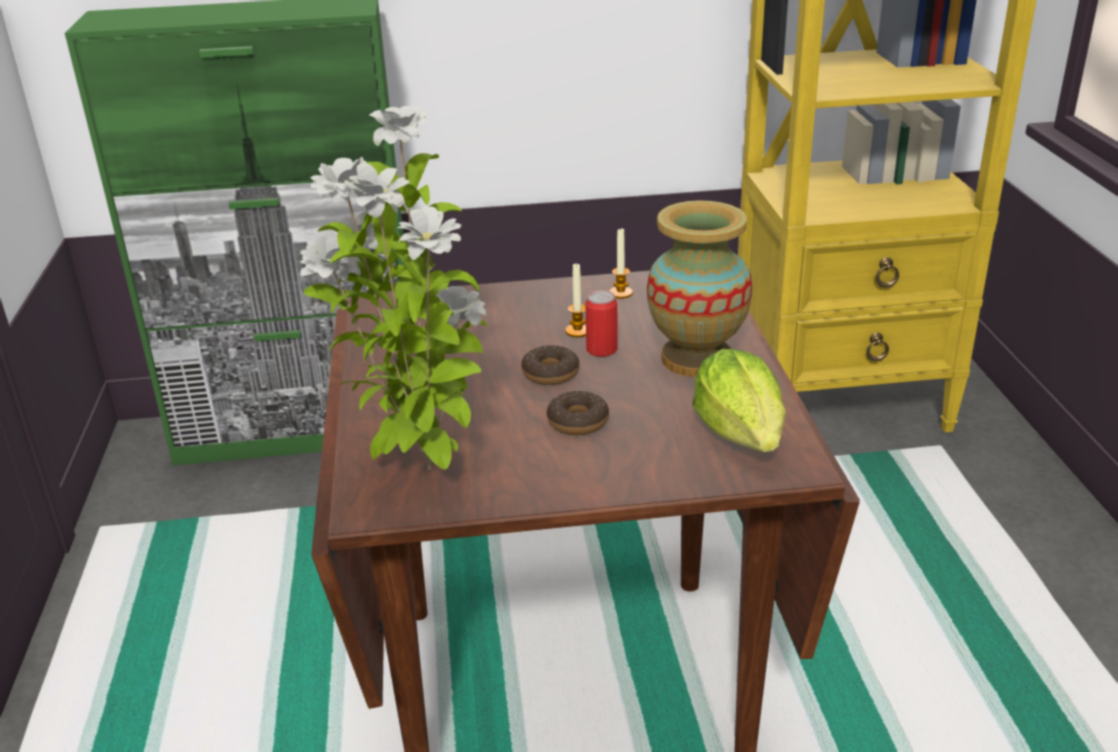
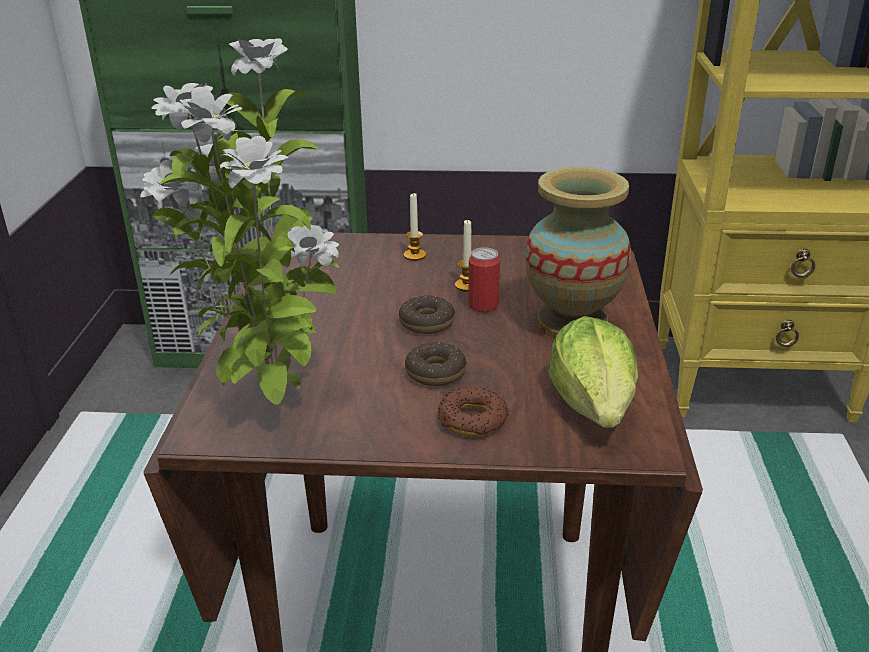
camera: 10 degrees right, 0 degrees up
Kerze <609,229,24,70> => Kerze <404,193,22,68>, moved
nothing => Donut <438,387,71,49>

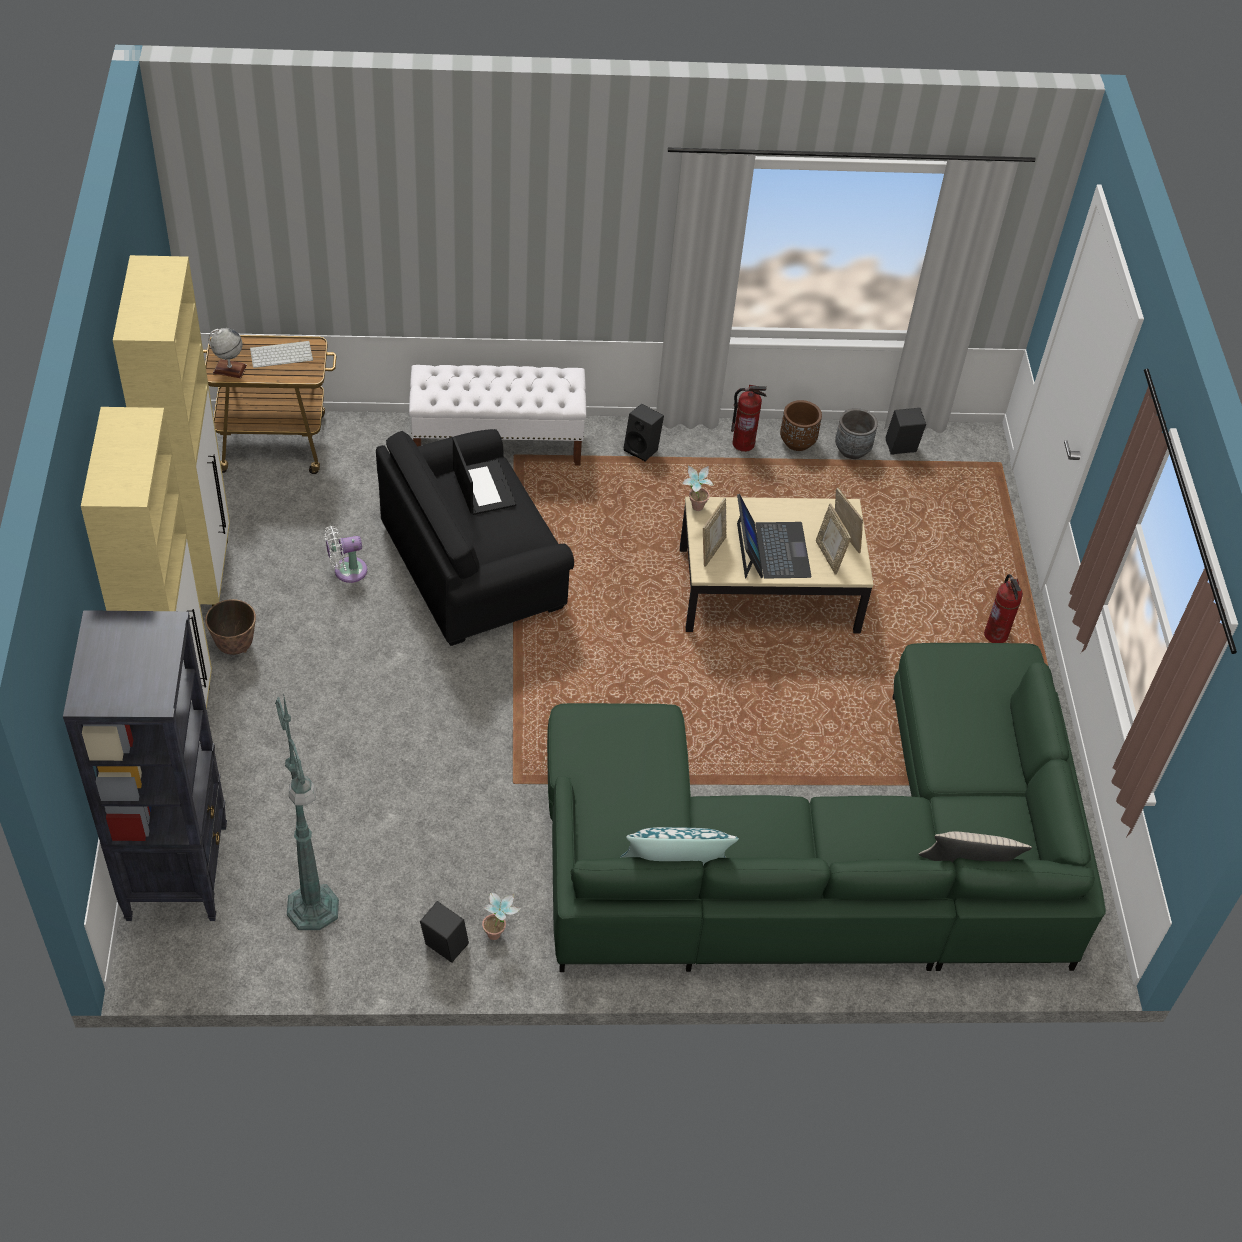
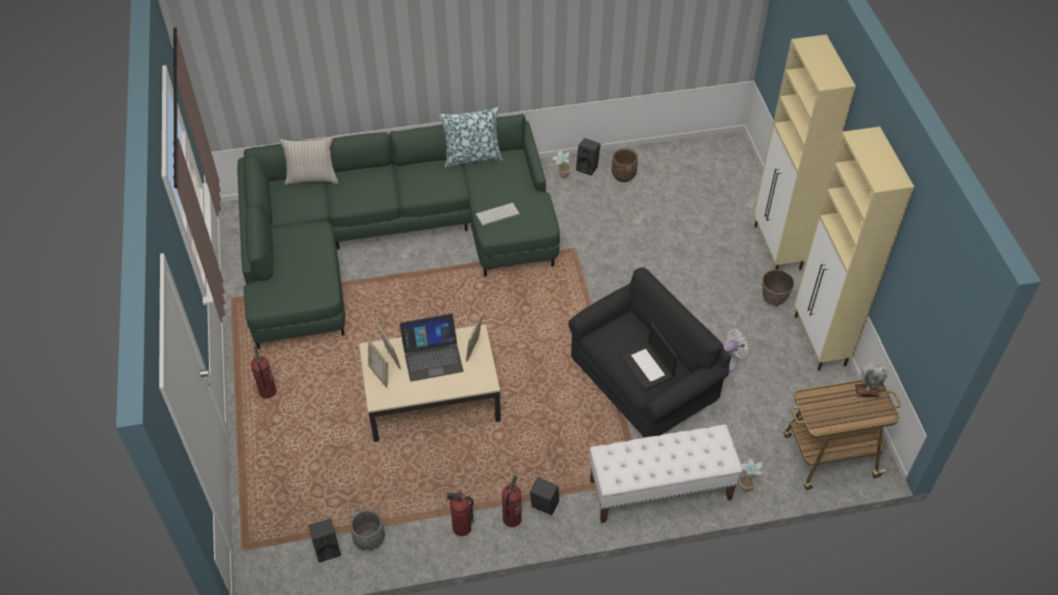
camera: 175 degrees right, 0 degrees up
Bücherregal [schwarz] <63,610,164,311> => nothing
Tastatur <250,341,63,27> => Tastatur <476,203,44,23>, moved
Stehlampe [grün] <275,692,64,238> => nothing
Topfpflanze <683,465,31,46> => Topfpflanze <739,457,23,35>, moved
Laptop <737,494,75,85> => Laptop <400,313,63,69>, 90 degrees counterclockwise
Pflanzkübel [braun] <780,400,42,51> => Pflanzkübel [braun] <612,149,26,33>, moved
nothing => Feuerlöscher <502,475,20,52>

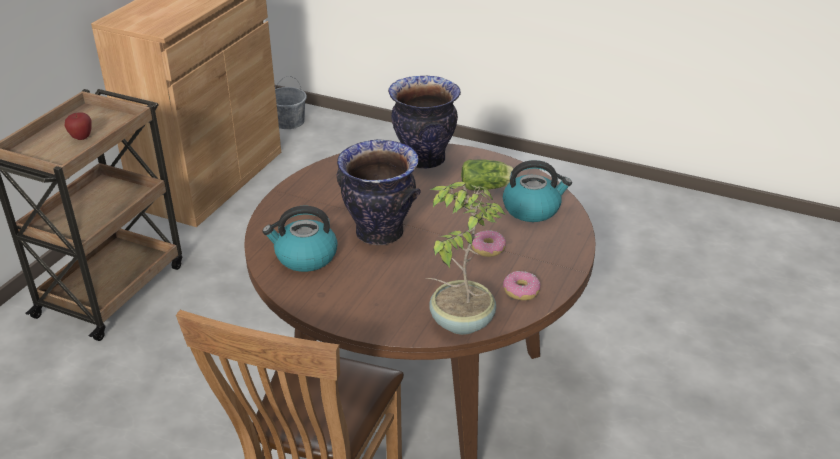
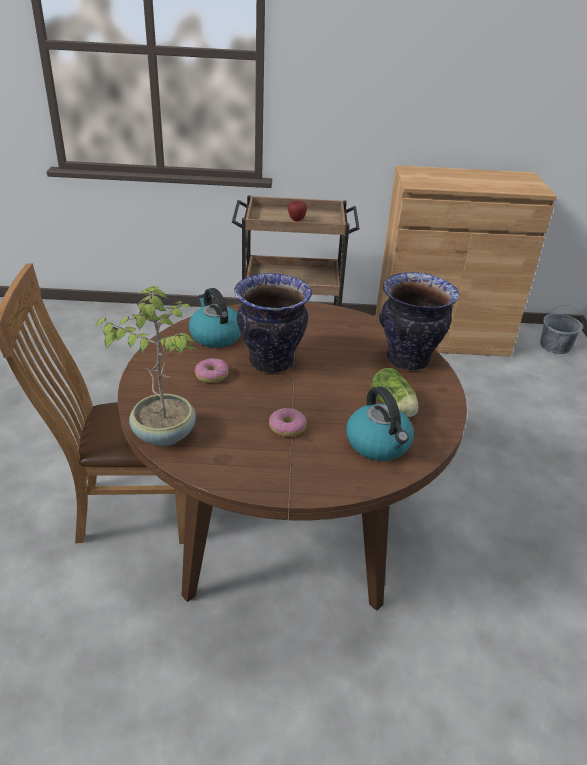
camera: 65 degrees right, 0 degrees up
Donut <503,271,38,30> => Donut <195,358,33,25>, moved

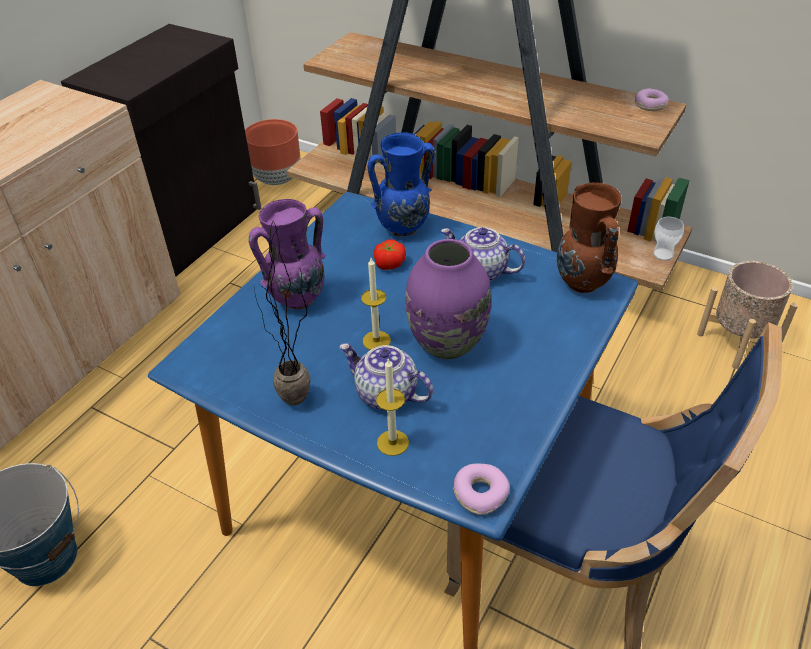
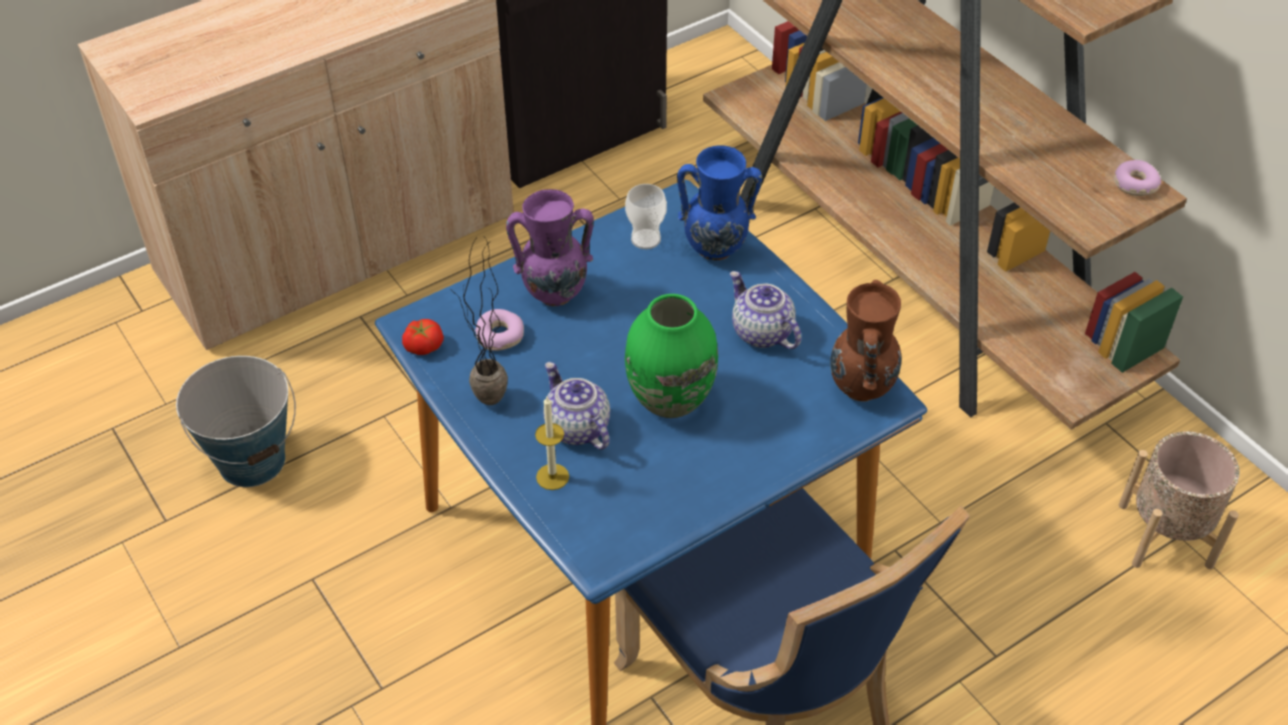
camera: 25 degrees right, 5 degrees up
Pflanzkübel [braun] <245,119,55,66> => nothing
Kerze <361,258,30,92> => nothing
Tomate <374,240,32,30> => Tomate <402,319,42,36>, moved
Vase [lila] <405,239,86,120> => Vase [grün] <625,294,93,124>
Donut <453,464,57,51> => Donut <475,309,49,42>, moved
Tasse <653,217,31,44> => Tasse <625,184,42,65>, moved

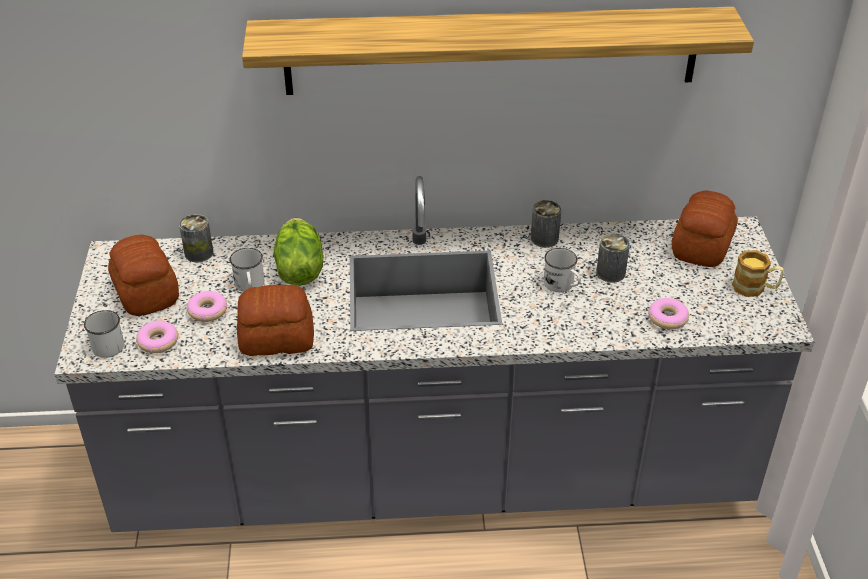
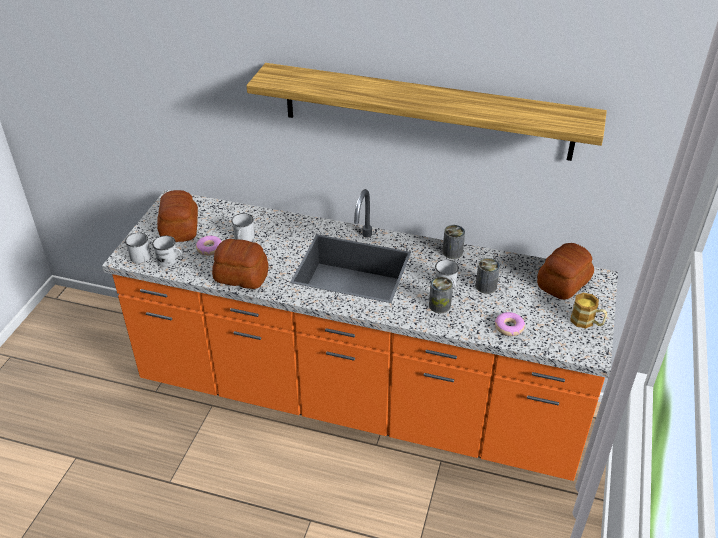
camera: 20 degrees right, 0 degrees up
Küchenzeile [grau] <55,176,759,356> => Küchenzeile [orange] <102,189,516,292>
Donut <136,321,42,32> => Henkelbecher [weiß] <152,236,30,30>
Dose <179,214,35,48> => Dose <429,277,24,36>, moved
Salatkopf <274,218,49,68> => nothing

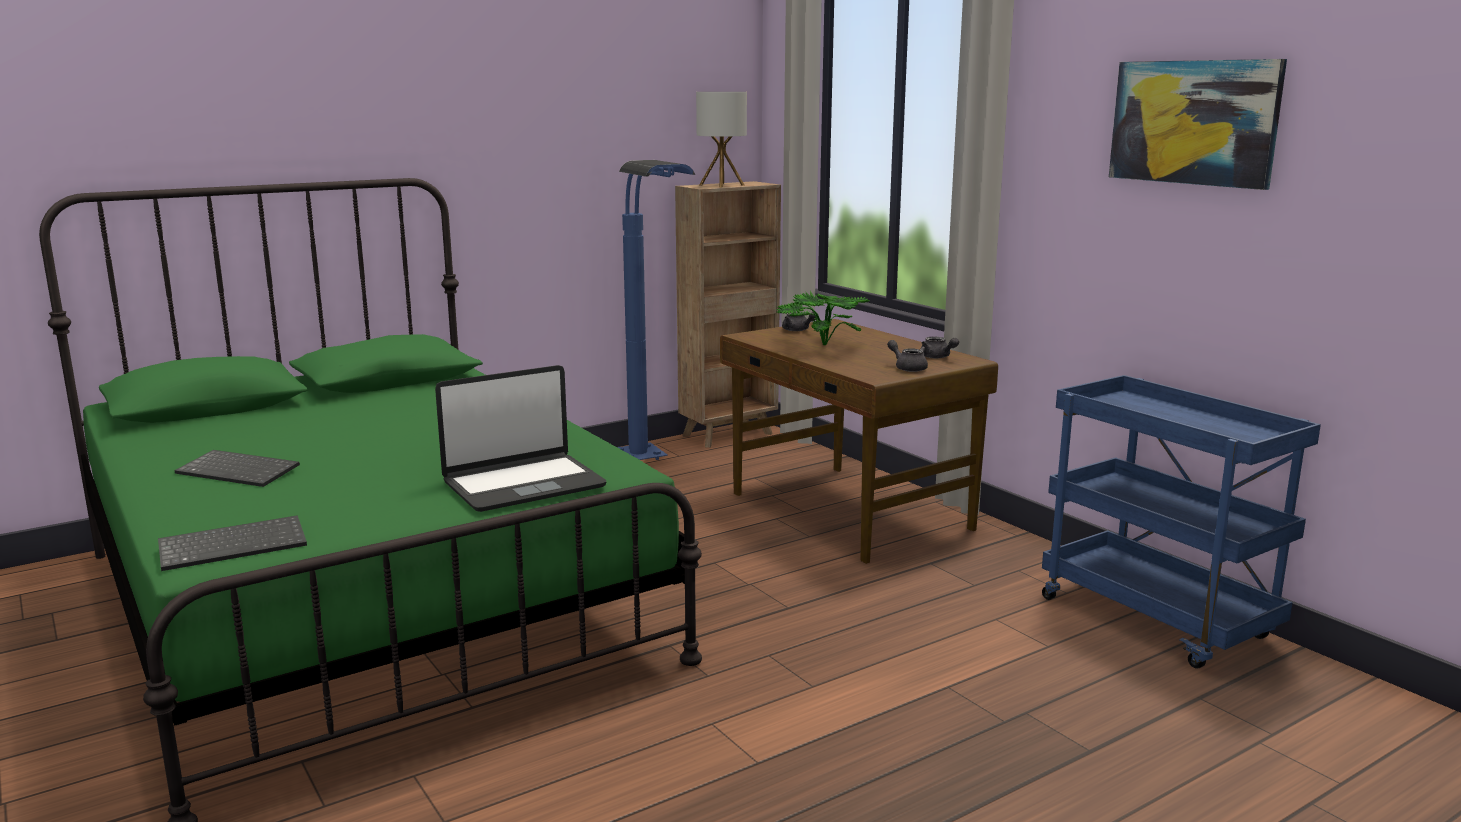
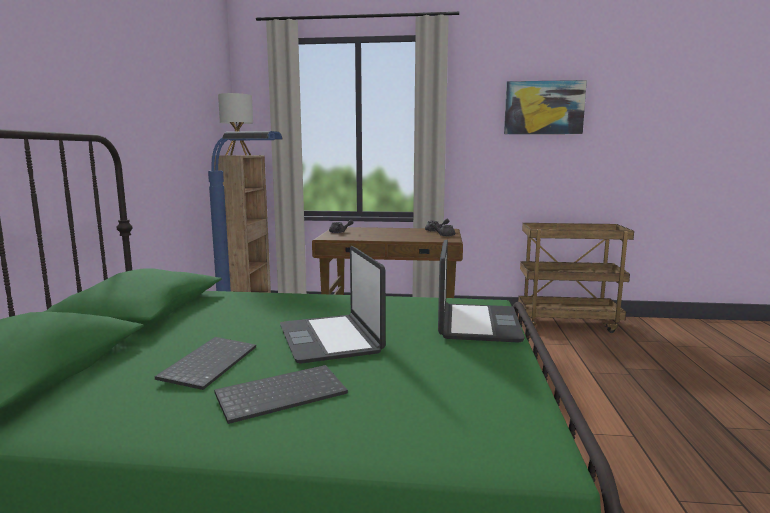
camera: 50 degrees left, 5 degrees down
Tastatur <158,515,149,56> => Tastatur <155,337,101,53>, moved
Topfpflanze <777,291,93,54> => nothing
Rollwagen [blau] <1042,375,279,294> => Rollwagen [braun] <518,223,116,110>
nothing => Laptop <280,246,106,118>

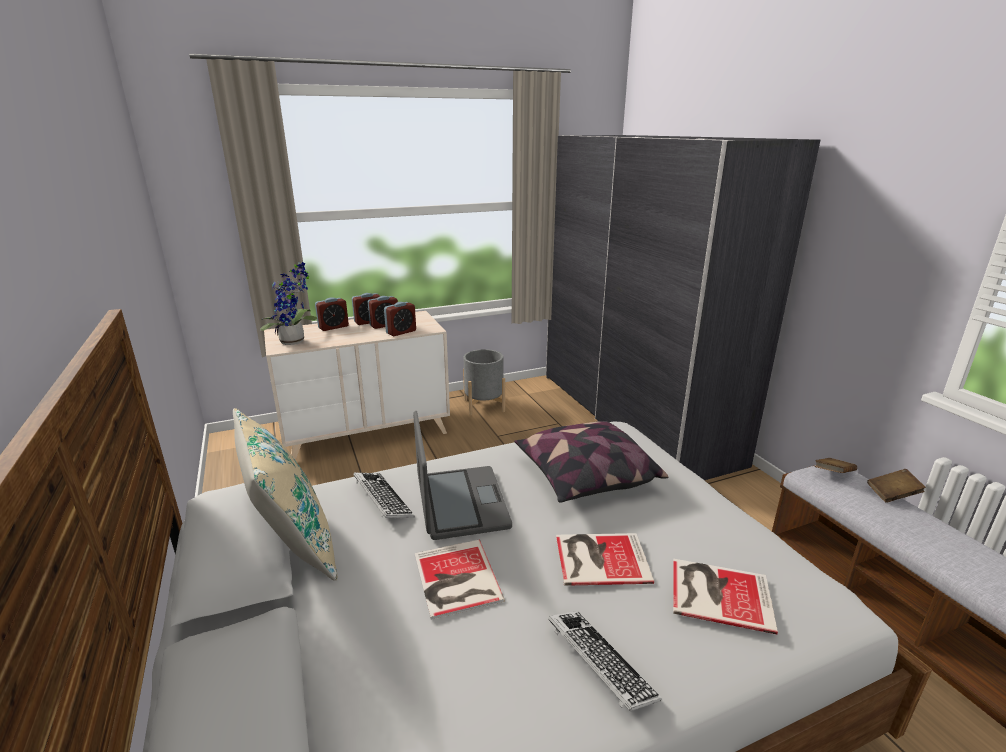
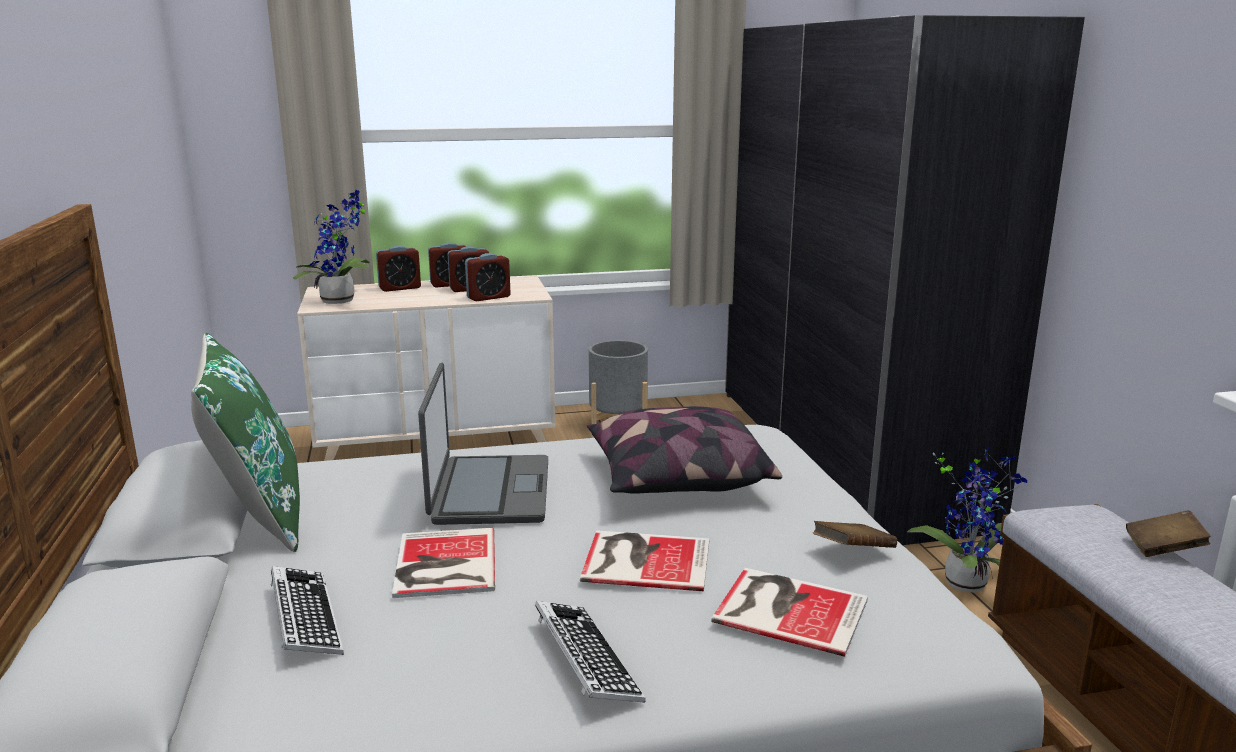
camera: 10 degrees right, 5 degrees down
Kissen [beige] <233,408,104,173> => Kissen [grün] <191,333,109,219>
Tastatur <353,473,61,45> => Tastatur <271,566,73,89>, moved
Buch [braun] <815,458,42,15> => Buch [braun] <813,521,84,27>, moved
nothing => Topfpflanze <907,446,120,147>

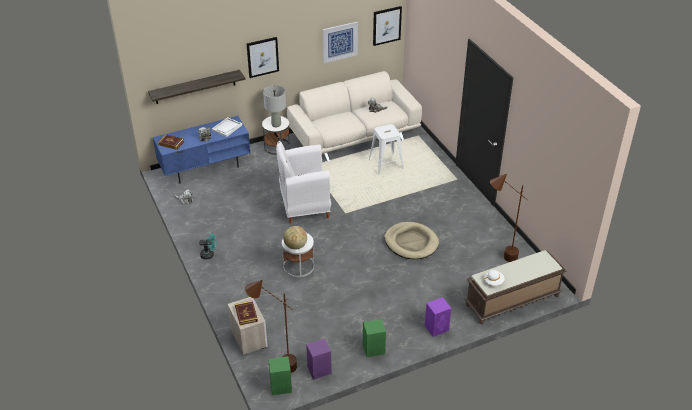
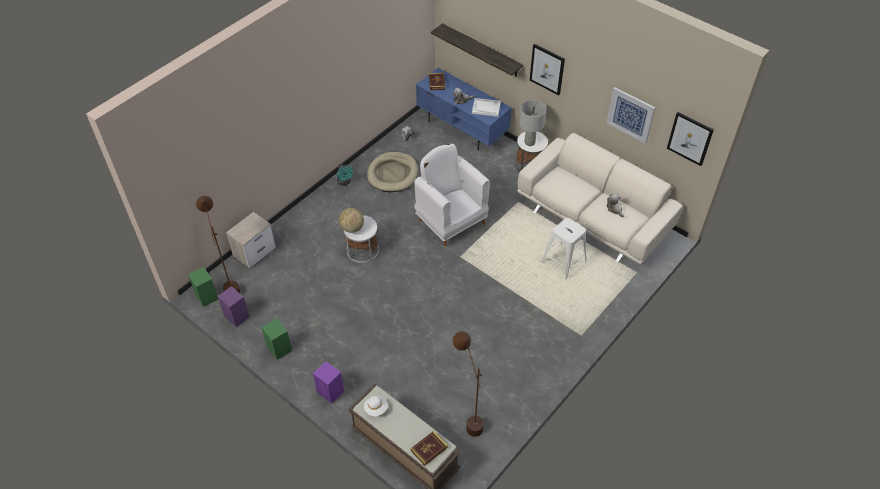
camera: 65 degrees right, 10 degrees up
Buch <235,300,23,25> => Buch <411,431,37,35>, moved
Hundebett [beige] <384,222,55,37> => Hundebett [beige] <367,152,51,40>, moved

